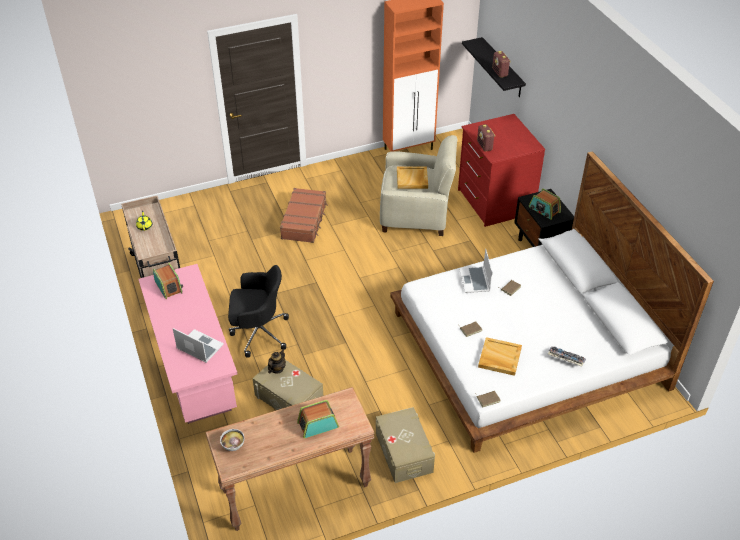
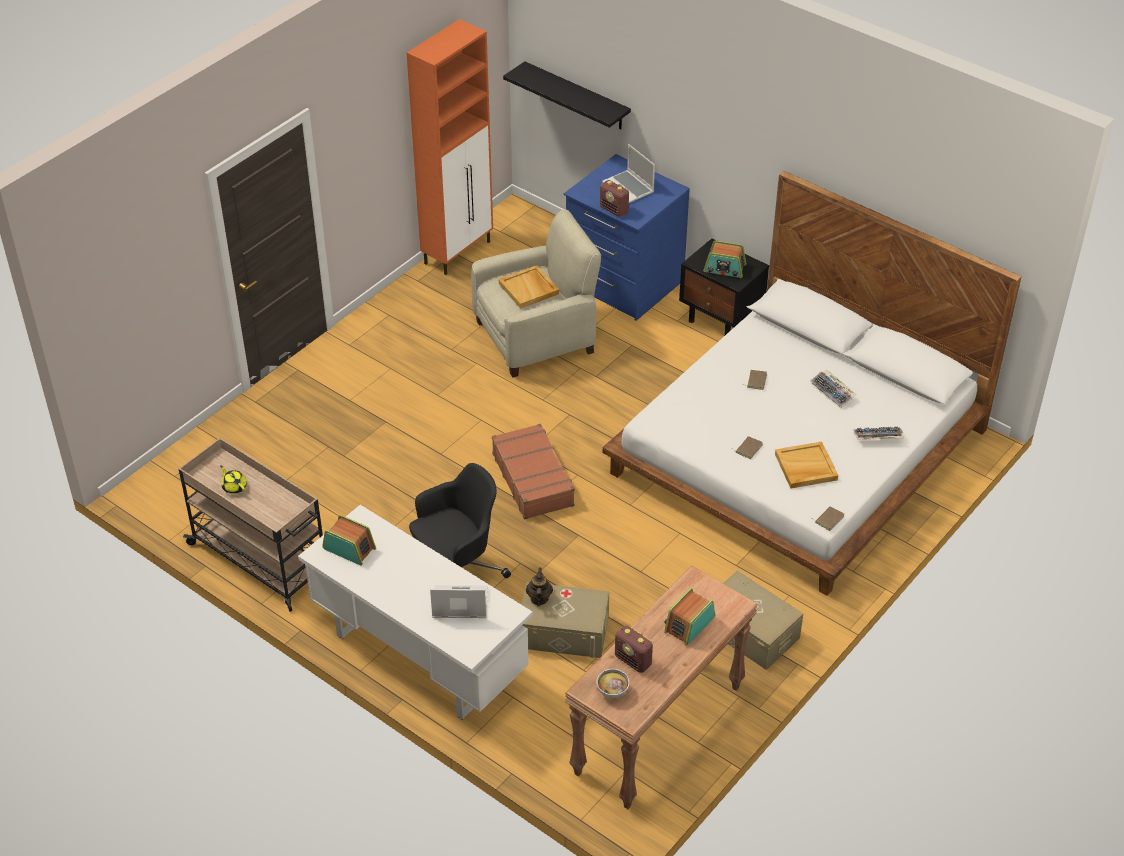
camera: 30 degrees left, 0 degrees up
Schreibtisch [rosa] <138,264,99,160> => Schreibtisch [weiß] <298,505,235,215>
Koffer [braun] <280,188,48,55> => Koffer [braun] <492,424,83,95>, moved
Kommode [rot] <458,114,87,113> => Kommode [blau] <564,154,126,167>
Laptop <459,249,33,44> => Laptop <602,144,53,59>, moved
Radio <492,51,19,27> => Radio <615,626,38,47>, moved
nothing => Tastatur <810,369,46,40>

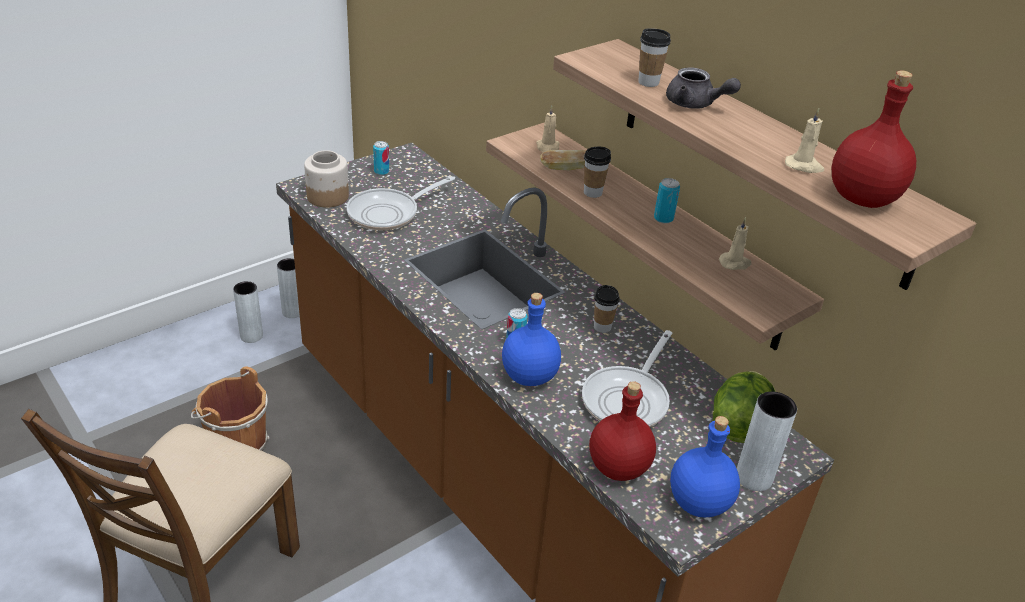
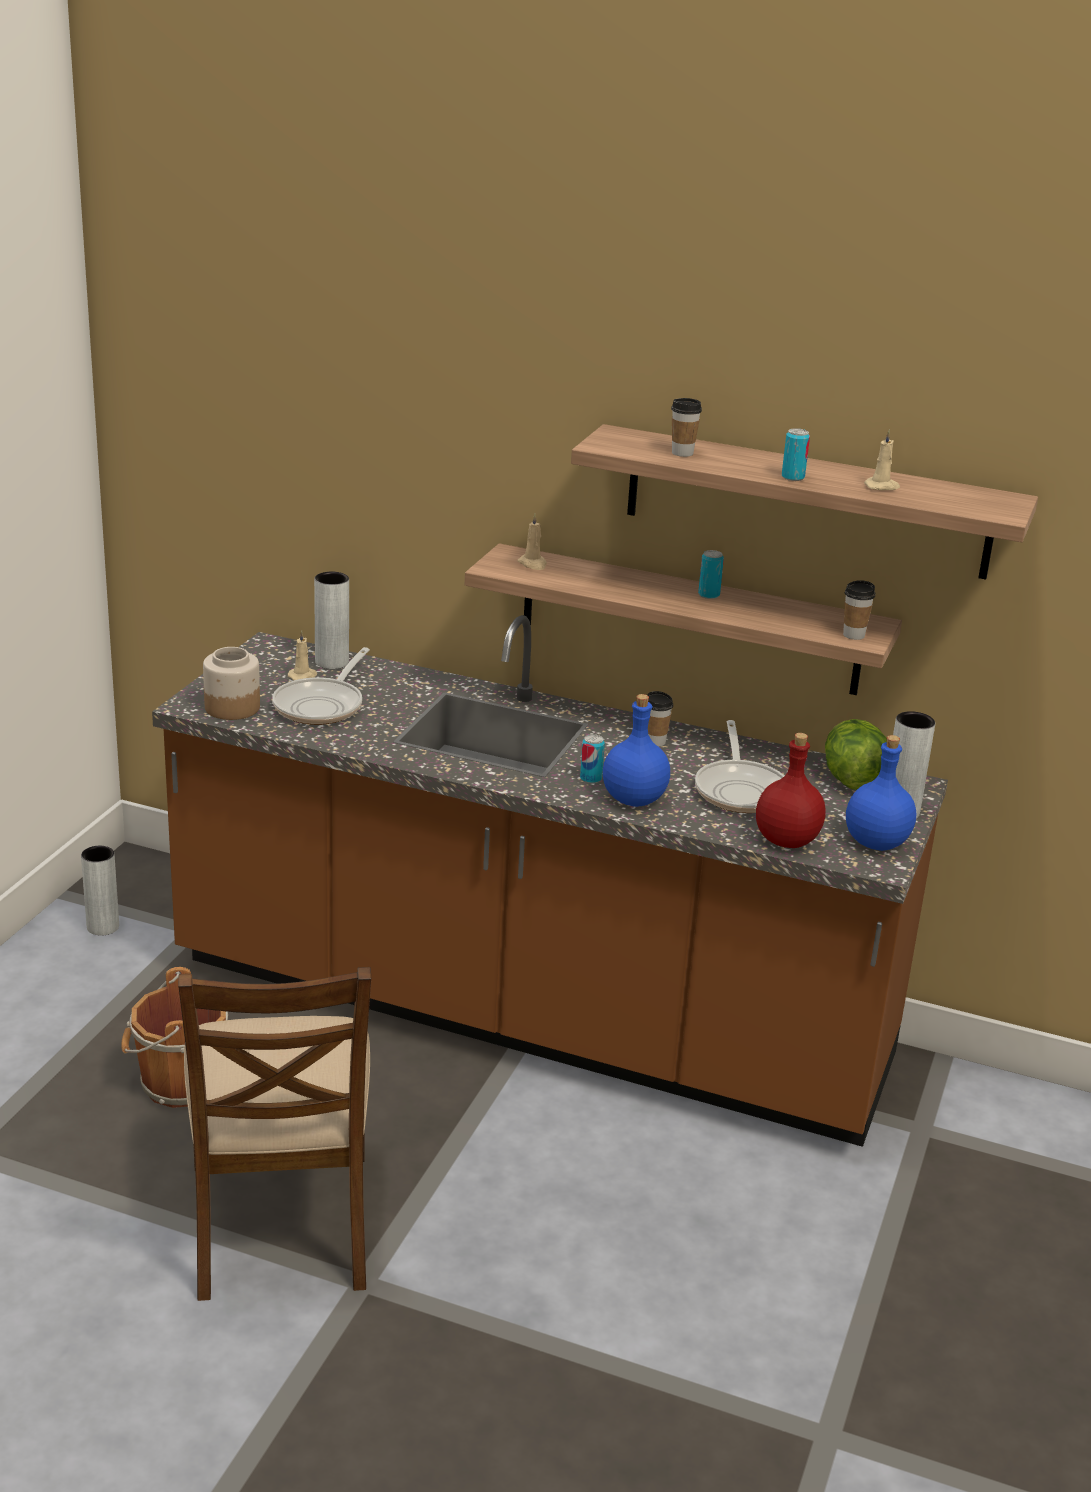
camera: 30 degrees left, 10 degrees down
Vase [grau] <233,281,30,62> => Vase [grau] <314,572,35,97>, moved
Dose <373,141,16,34> => Dose <782,428,28,53>, moved
Brot <540,150,46,21> => nothing
Tasse <584,147,27,51> => Tasse <843,580,32,60>, moved
Teekanne [grau] <666,67,75,42> => nothing
Kerze [beige] <719,217,33,53> => Kerze [beige] <288,630,30,50>, moved
Flasche [rot] <832,70,84,138> => nothing

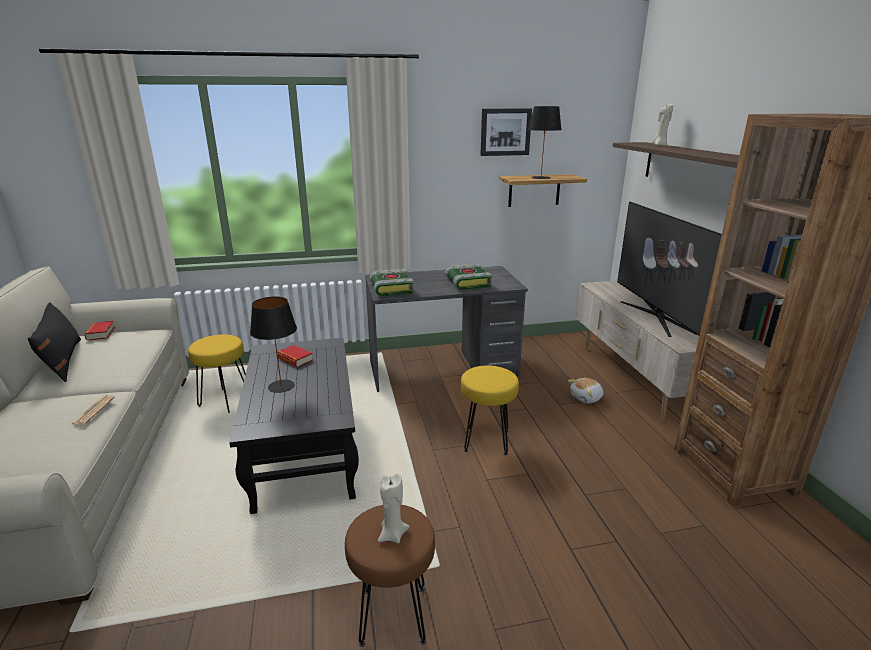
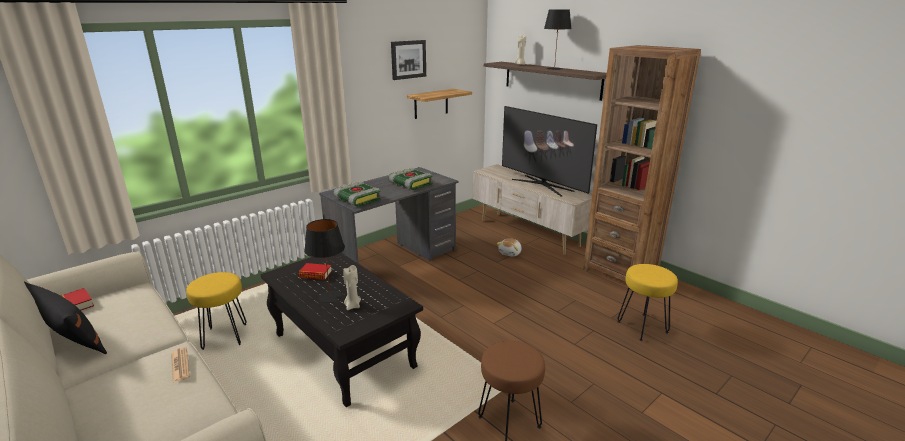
camera: 30 degrees left, 0 degrees up
Kerze [beige] <378,473,31,71> => Kerze [beige] <343,265,18,45>, moved
Hocker [gelb] <460,366,59,89> => Hocker [gelb] <617,264,61,77>, moved
Tischlampe [schwarz] <528,106,34,73> => Tischlampe [schwarz] <544,9,28,61>, moved

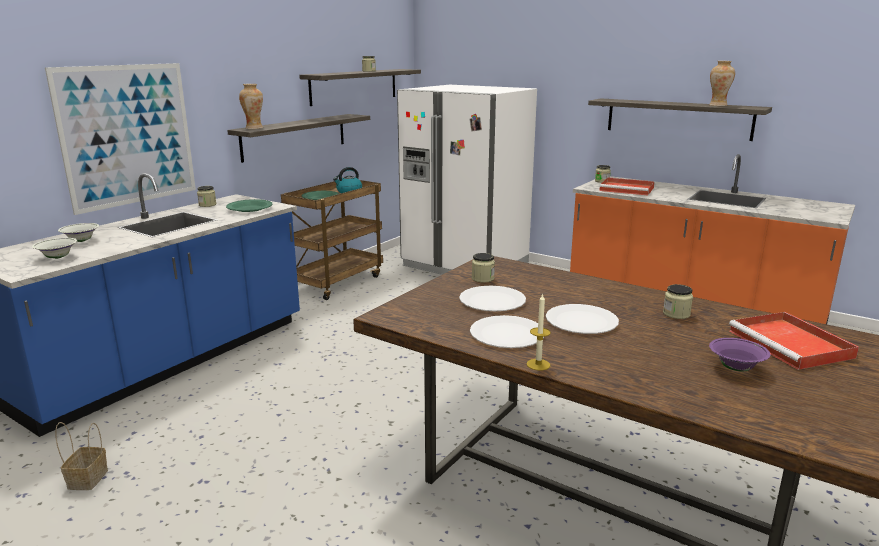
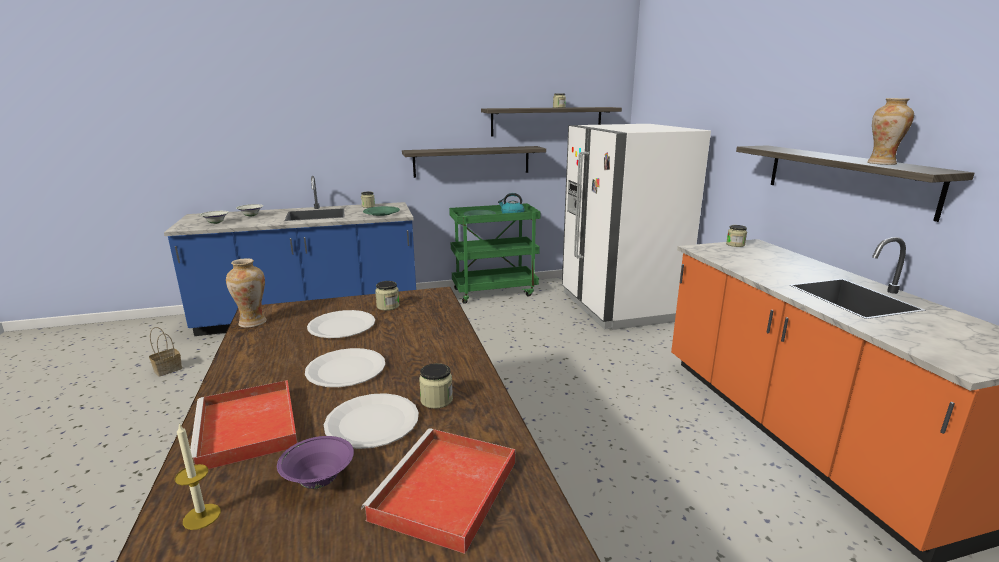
camera: 40 degrees right, 0 degrees up
Bild <45,63,151,152> => nothing
Vase <239,84,24,45> => Vase <226,258,41,70>, moved
Rollwagen [braun] <281,180,102,120> => Rollwagen [grün] <449,203,92,101>
Teller [weiß] <470,315,74,33> => Teller [weiß] <324,393,95,56>, moved
Kerze <527,293,24,77> => Kerze <175,423,46,107>, moved
Tablett [rot] <599,178,56,17> => Tablett [rot] <190,380,107,89>, moved

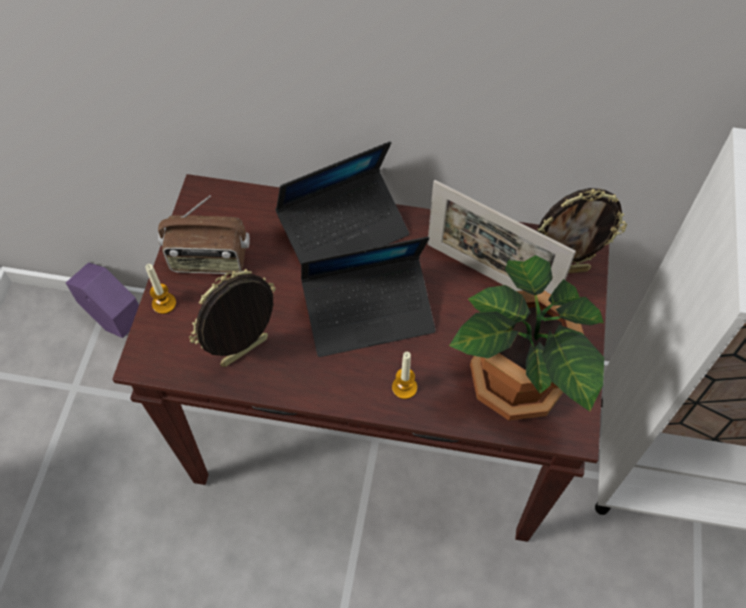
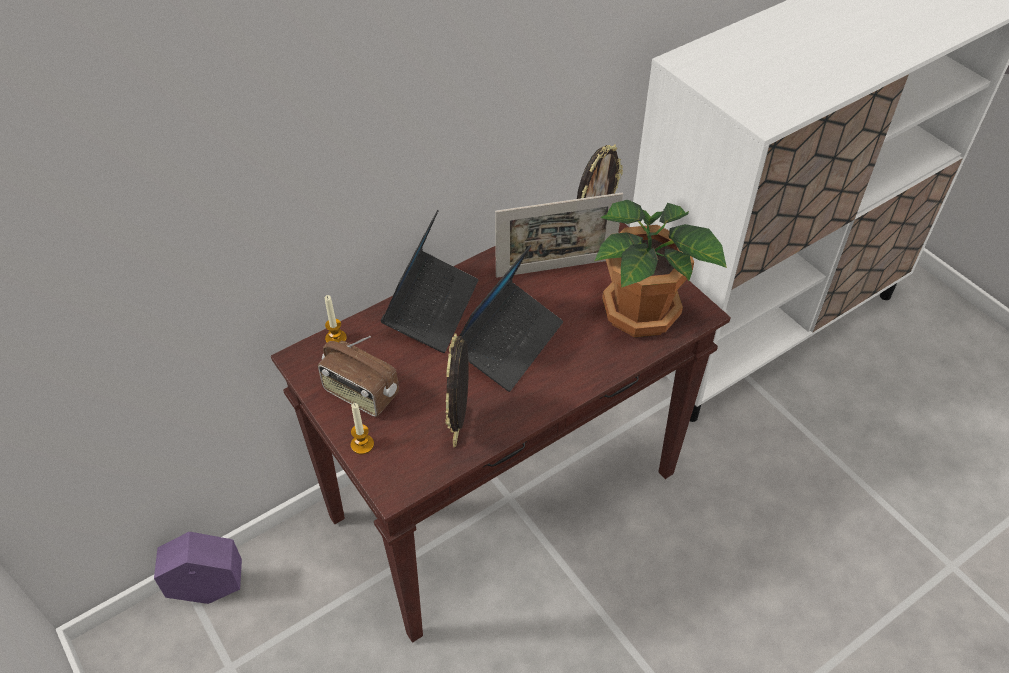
camera: 45 degrees left, 10 degrees down
Radio <158,195,92,79> => Radio <318,336,81,81>, 75 degrees clockwise
Kerze <392,352,25,47> => Kerze <325,295,22,48>, moved

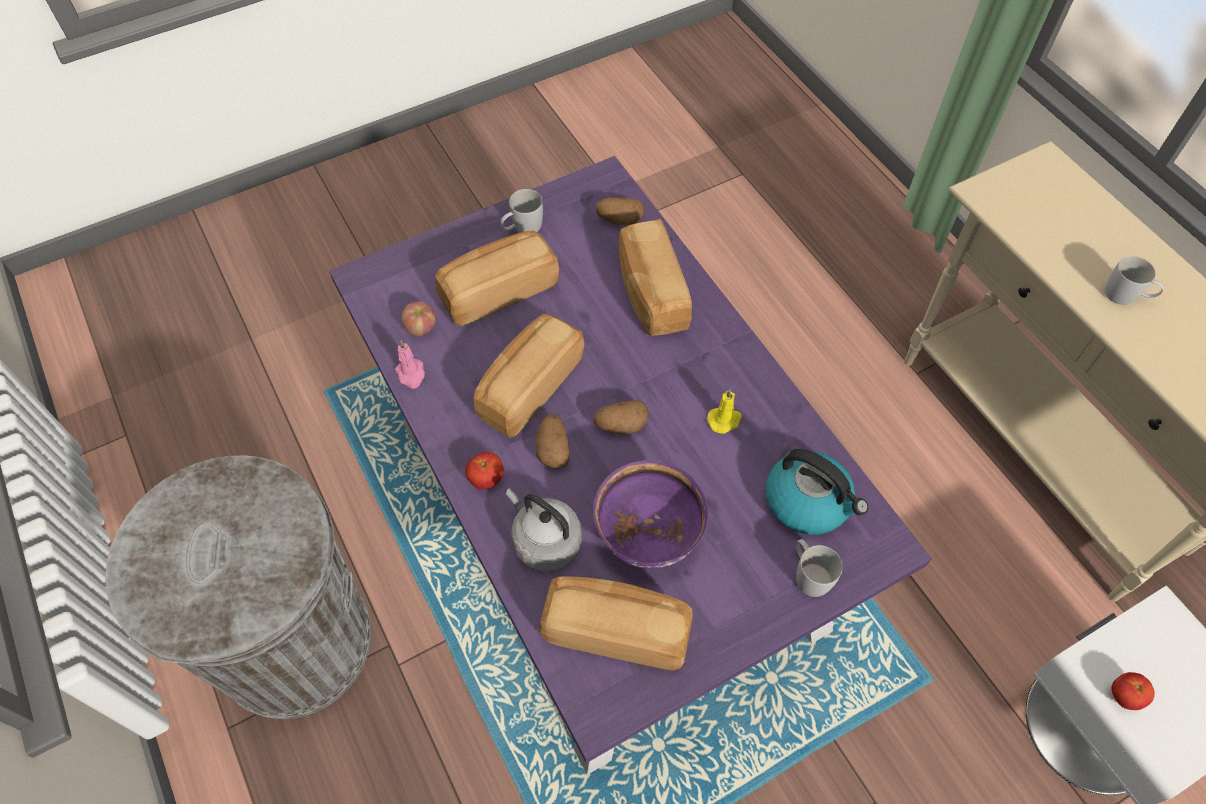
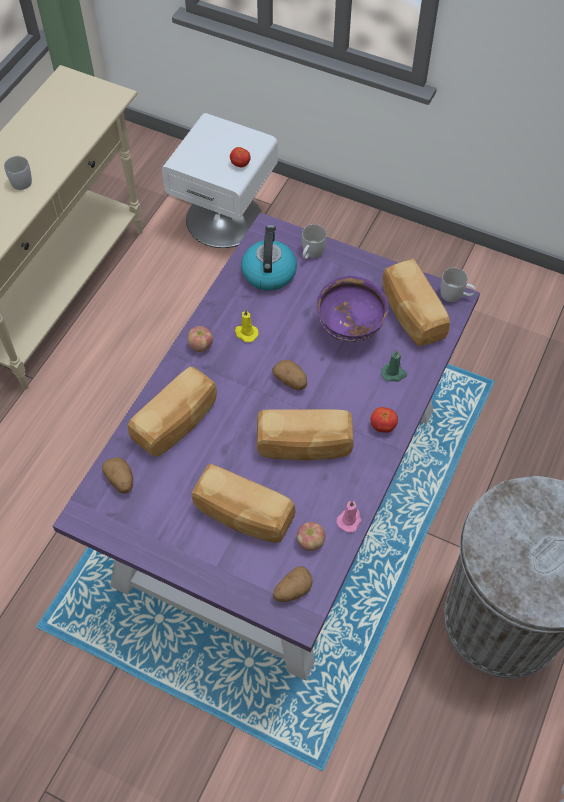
camera: 125 degrees left, 0 degrees up
Henkelbecher [weiß] <501,189,42,44> => Henkelbecher [weiß] <440,268,36,34>, moved
Wasserkessel [grau] <506,488,76,84> => Kerze [grün] <381,350,26,32>
Kartoffel <535,414,35,55> => Kartoffel <273,566,40,36>, moved
nothing => Apfel <188,326,25,26>

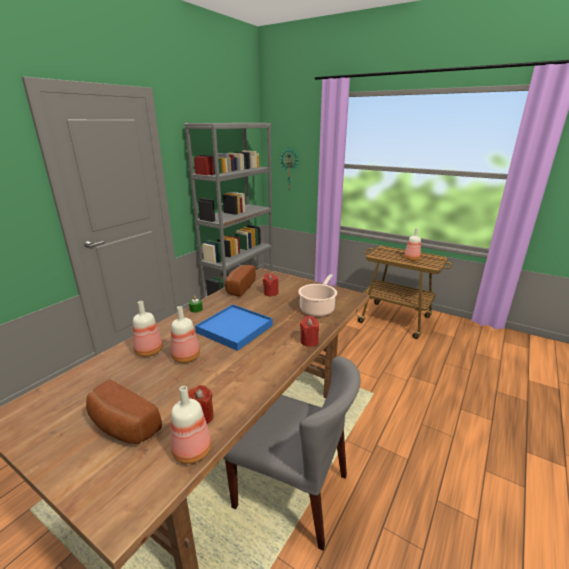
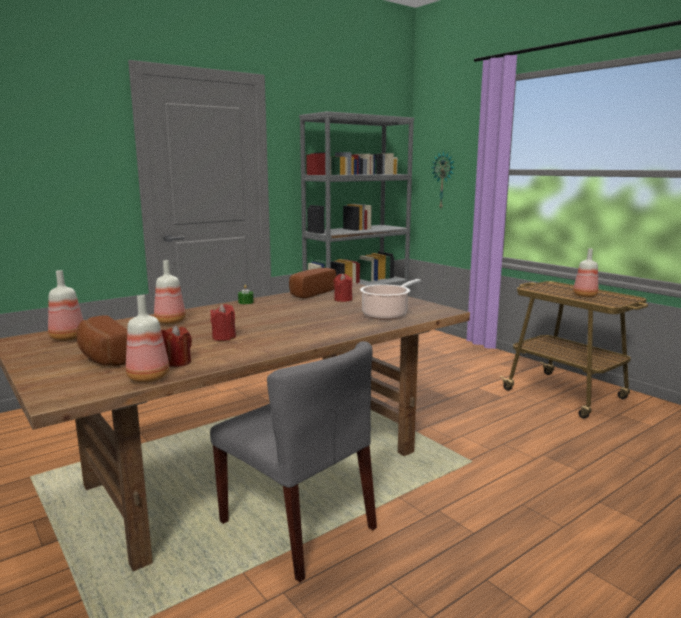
camera: 20 degrees right, 10 degrees down
Flasche <171,306,29,57> => Flasche <48,270,35,71>, moved
Tablett [blau] <195,304,78,47> => nothing
Kerze [rot] <300,316,19,31> => Kerze [rot] <210,304,26,37>, moved

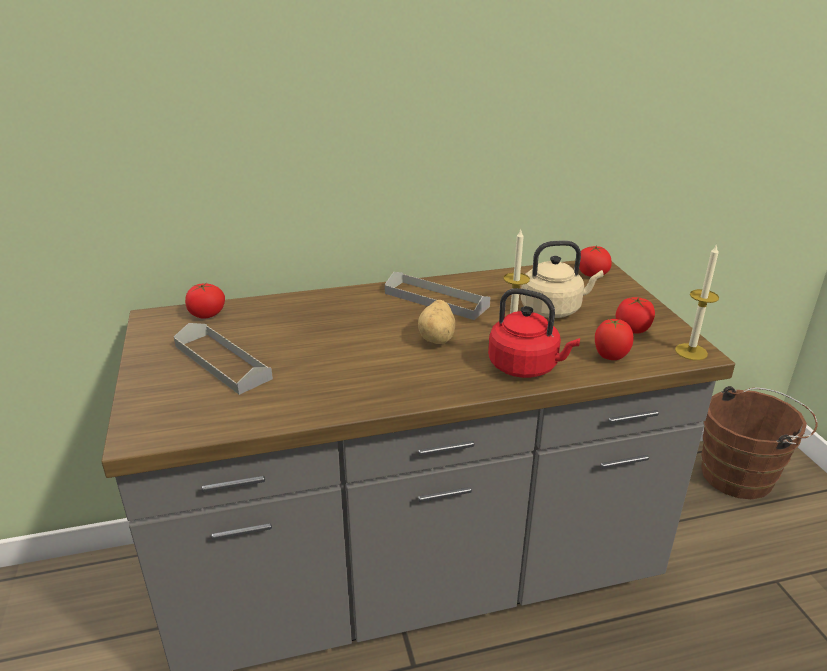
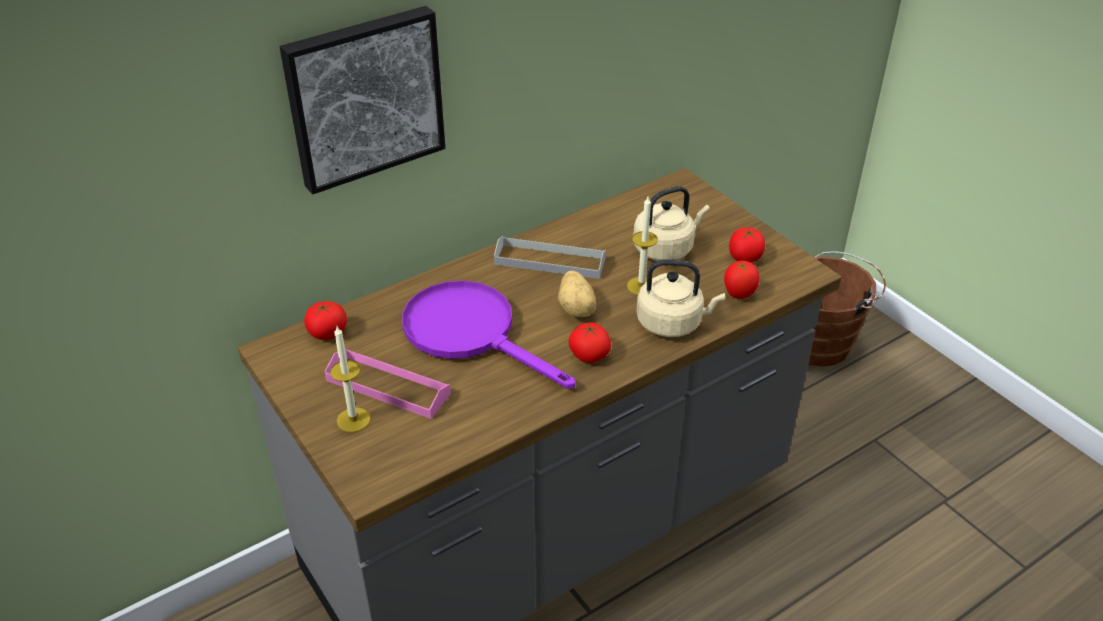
camera: 20 degrees left, 10 degrees up
Tablett [grau] <174,323,99,72> => Tablett [rosa] <324,348,127,71>
Wasserkessel [rot] <488,288,92,90> => Wasserkessel [beige] <636,259,89,78>
Tomate <579,245,33,32> => Tomate <568,321,43,42>, moved
Kerze <675,244,44,116> => Kerze <330,326,41,106>, moved
nothing => Bild <279,6,166,188>
nothing => Pfanne [lila] <402,281,173,108>

